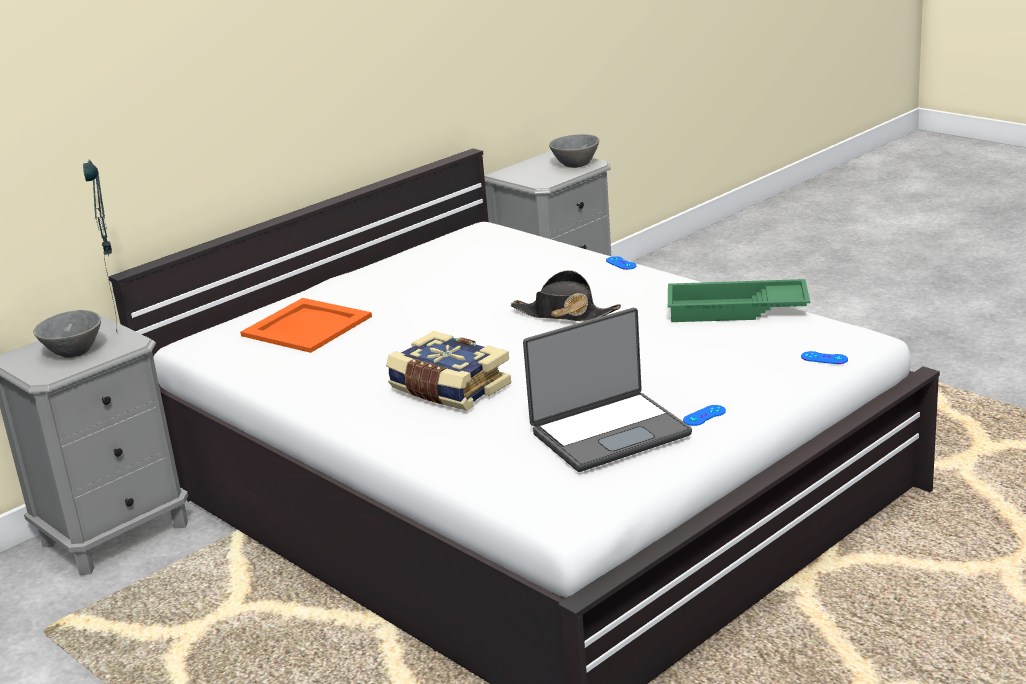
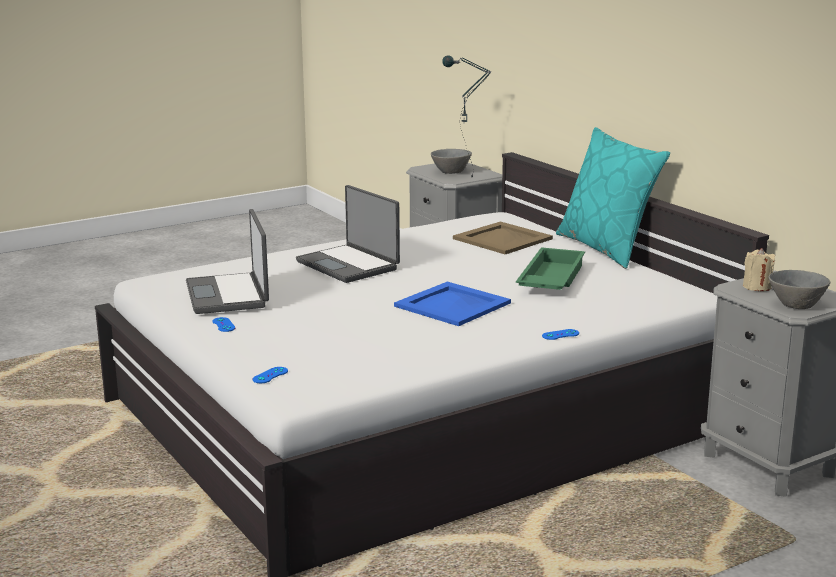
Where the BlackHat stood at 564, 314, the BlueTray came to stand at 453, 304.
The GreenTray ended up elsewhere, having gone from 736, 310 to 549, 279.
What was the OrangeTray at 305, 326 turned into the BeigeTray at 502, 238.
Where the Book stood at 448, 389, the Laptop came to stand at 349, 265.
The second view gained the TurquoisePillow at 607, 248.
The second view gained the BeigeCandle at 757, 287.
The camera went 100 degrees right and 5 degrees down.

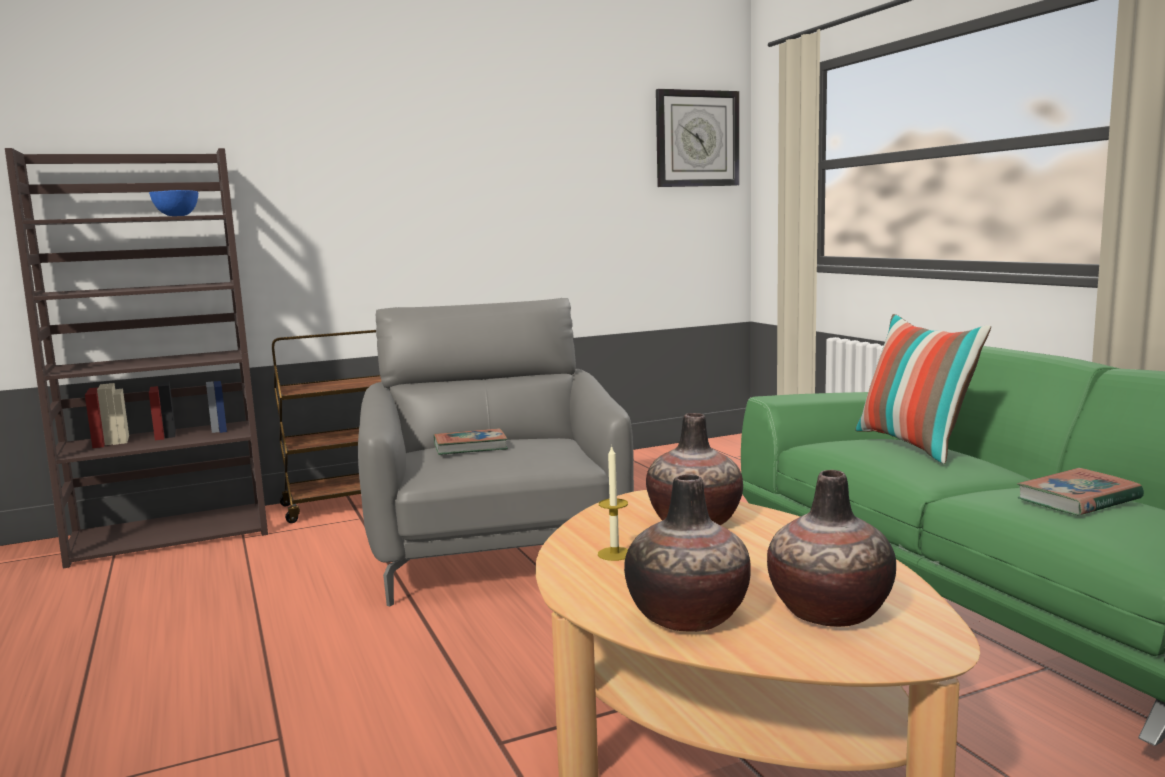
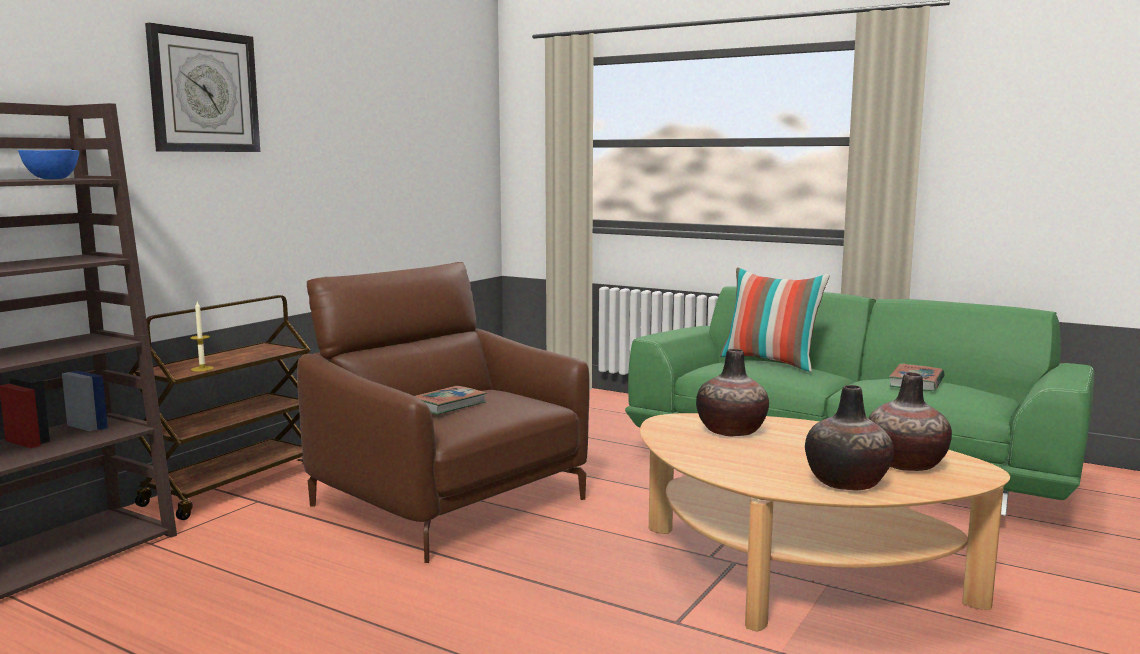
The WallClock ended up elsewhere, having gone from 697, 139 to 204, 91.
What was the GreyArmchair at 498, 552 turned into the BrownArmchair at 449, 502.
The Candle ended up elsewhere, having gone from 614, 554 to 202, 369.
The camera went 35 degrees left and 0 degrees up.

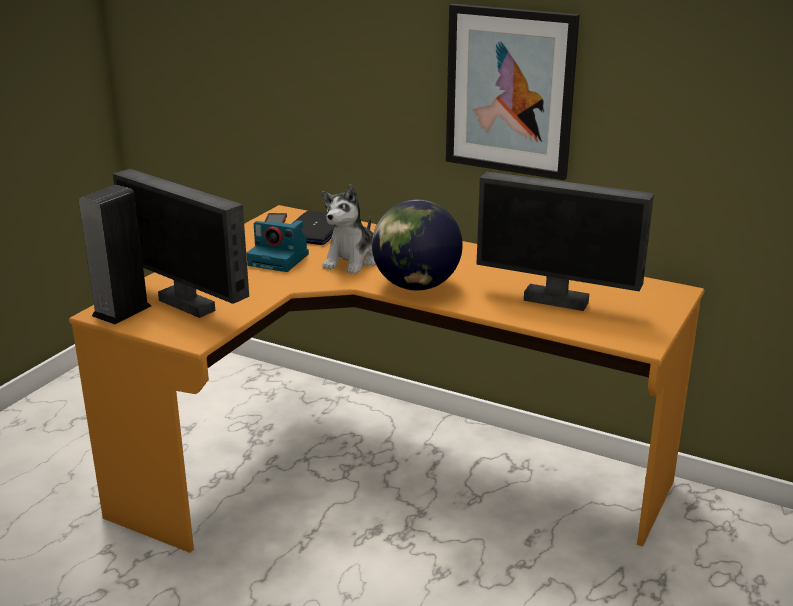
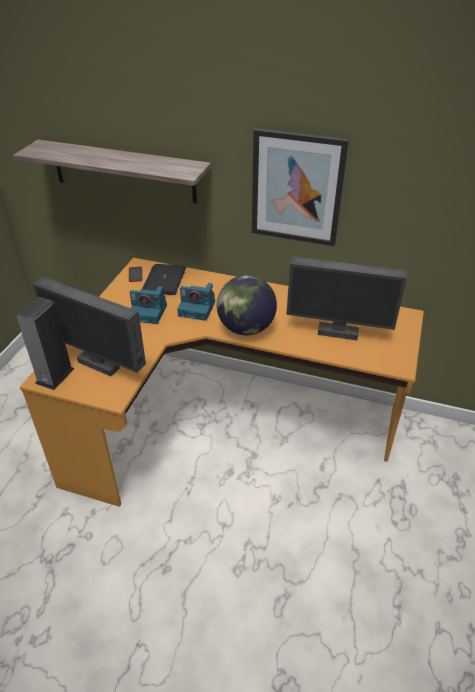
Where the PlushToy stood at 352, 261, the PhotoCamera came to stand at 198, 308.
The second view gained the Shelf at 123, 171.
The camera went 10 degrees left and 15 degrees up.

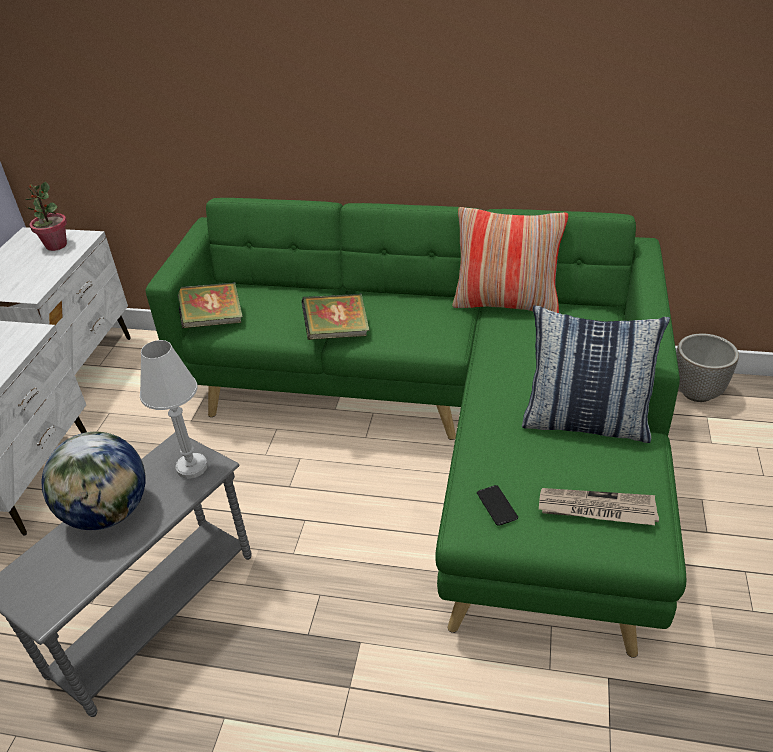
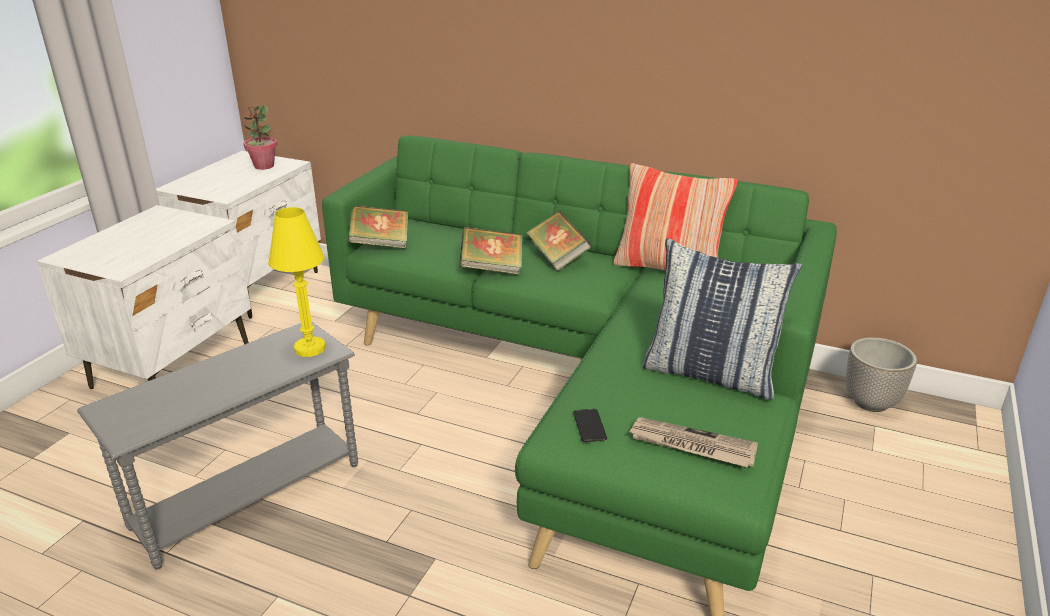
What was the WhiteTableLamp at 192, 467 turned into the YellowTableLamp at 310, 348.
The second view lost the Globe at 109, 512.
The second view gained the Book at 557, 258.
The camera went 10 degrees right and 10 degrees down.

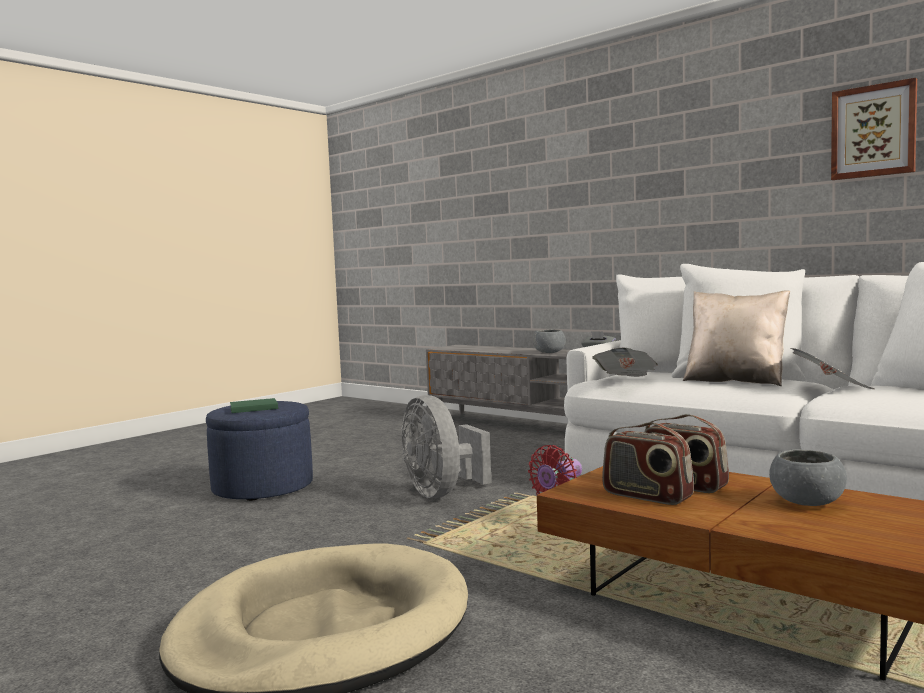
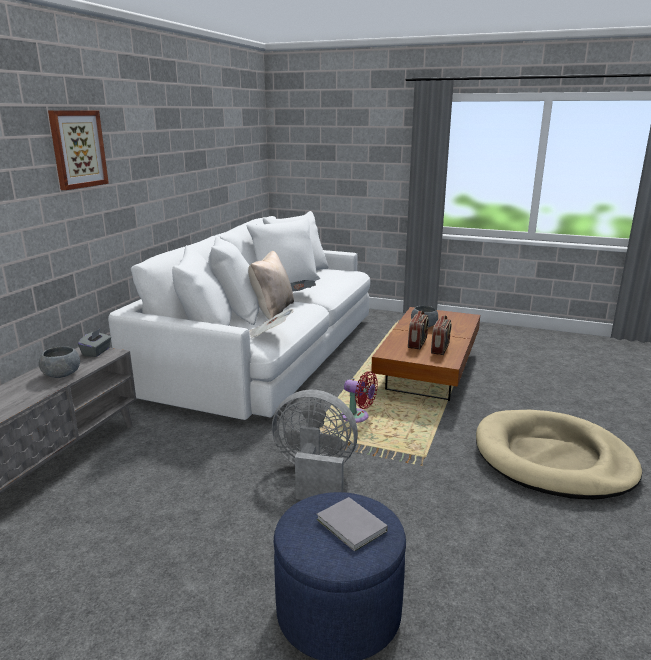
The Picture ended up elsewhere, having gone from 873, 131 to 77, 149.
The GreyFan at 442, 493 ended up facing another way, 120 degrees counterclockwise from before.
What was the GreenBook at 252, 408 turned into the GreyBook at 351, 527.
The camera went 110 degrees left and 15 degrees up.

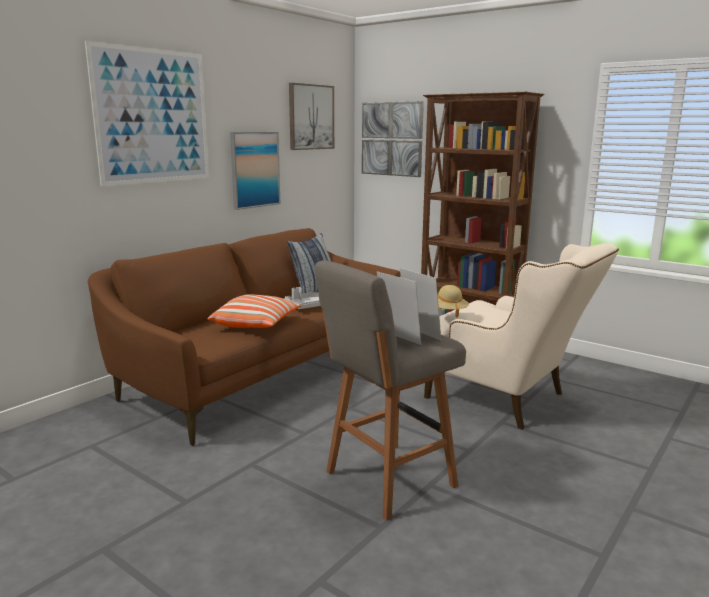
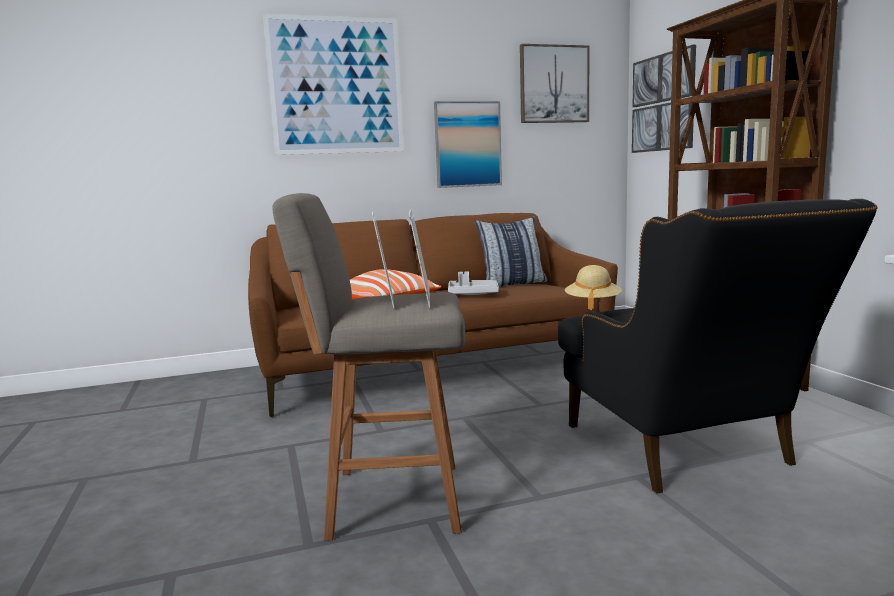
What was the BeigeArmchair at 508, 400 turned into the BlackArmchair at 687, 453.
The camera went 35 degrees right and 5 degrees down.

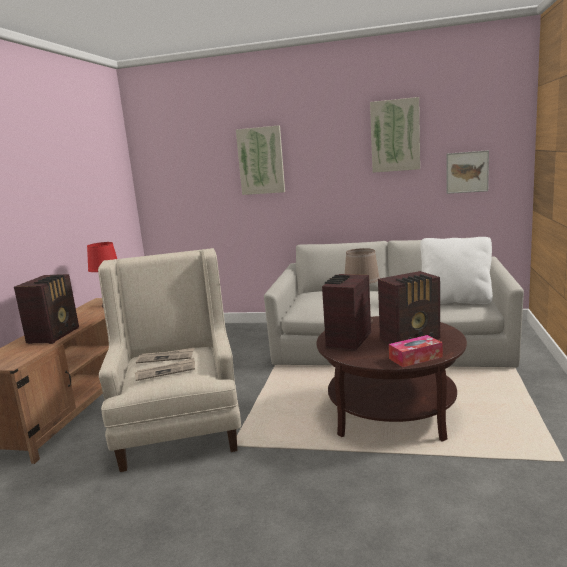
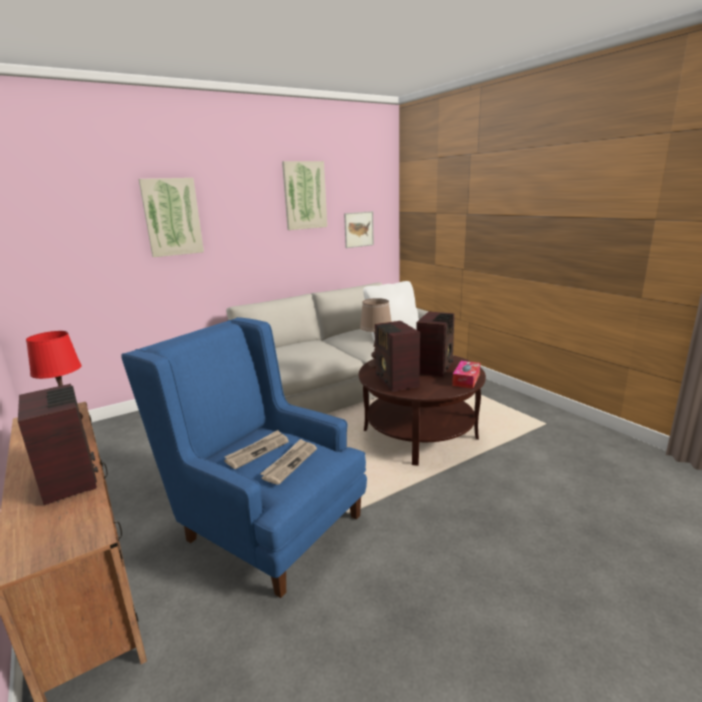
What was the BeigeArmchair at 179, 424 turned into the BlueArmchair at 264, 522.
The camera went 45 degrees left and 5 degrees up.

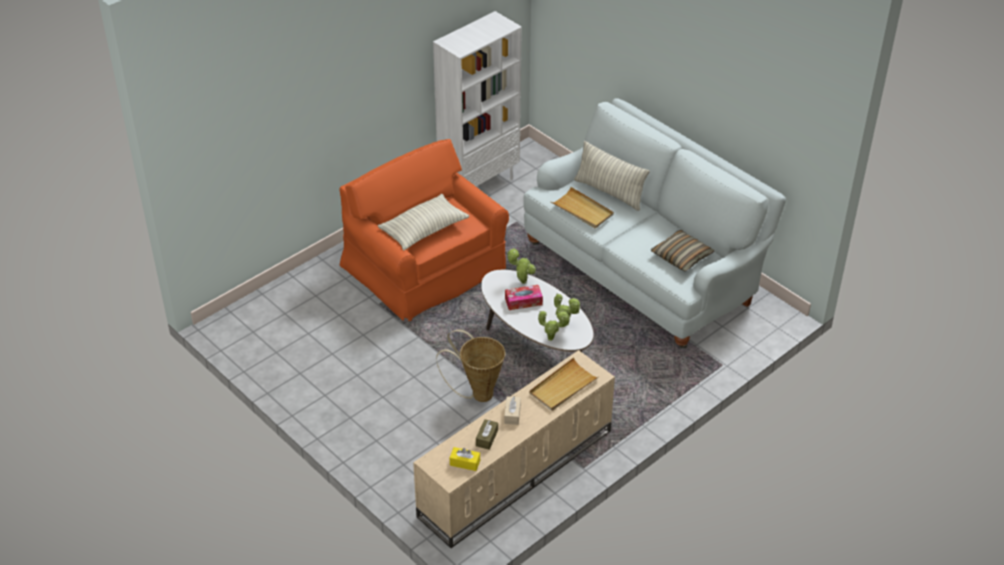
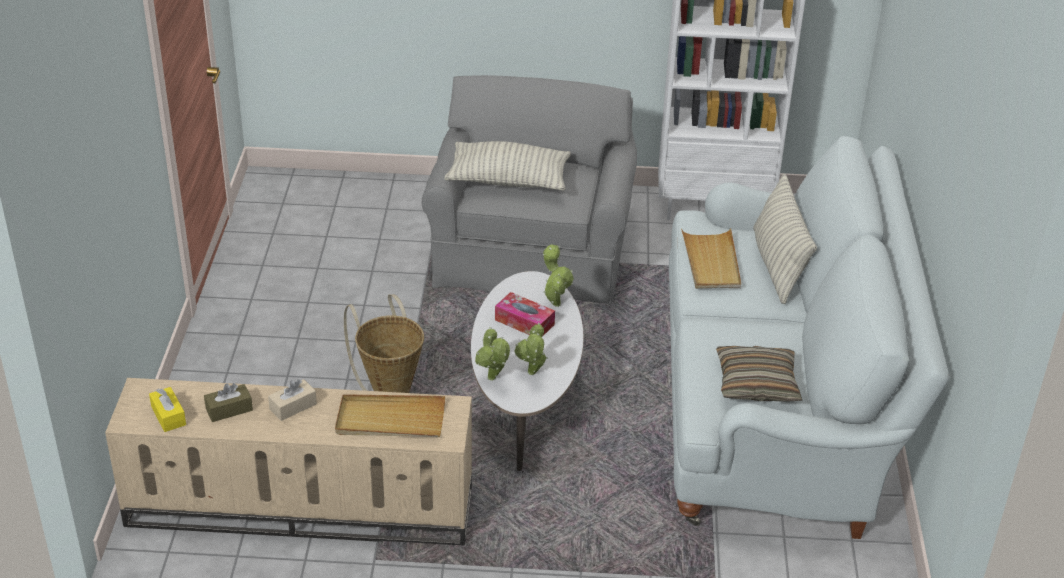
What was the OrangeArmchair at 425, 267 turned into the GreyArmchair at 531, 249.
The camera went 45 degrees right and 5 degrees down.

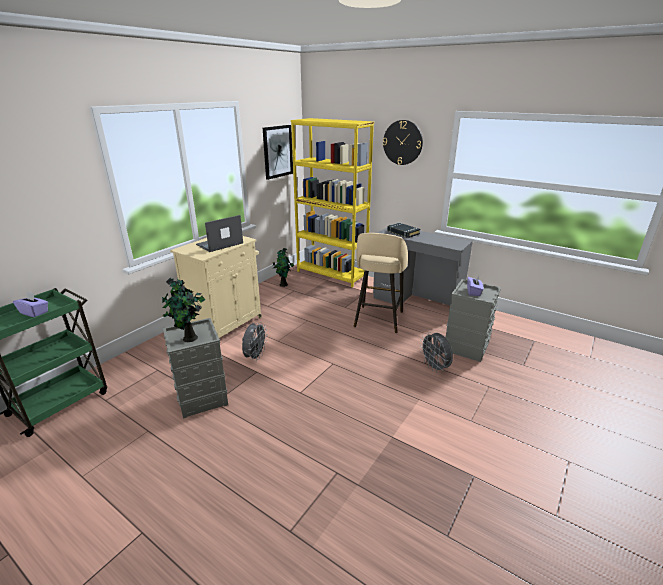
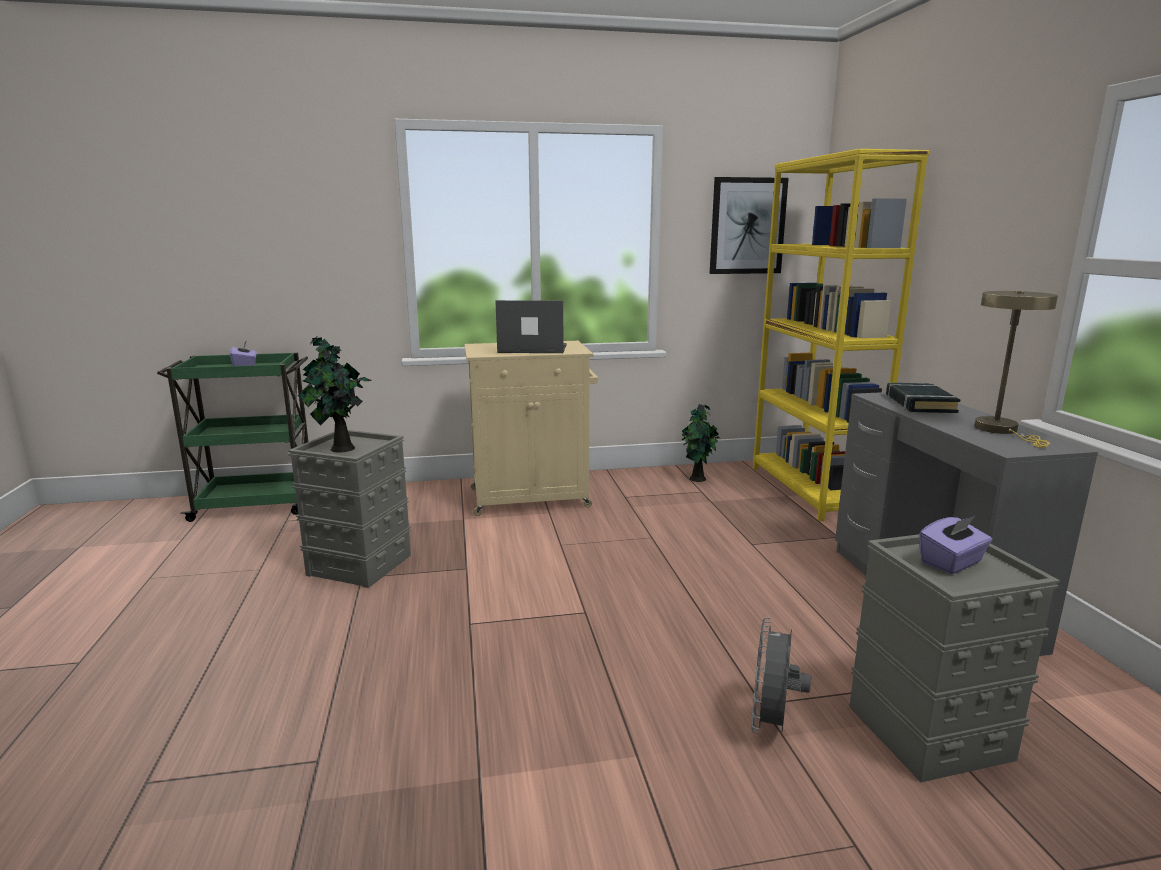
The second view lost the WallClock at 402, 142.
The second view lost the BeigeStool at 378, 320.
The second view lost the GreyFan at 255, 356.
The second view gained the BeigeTableLamp at 1001, 430.
The camera went 45 degrees right and 10 degrees down.

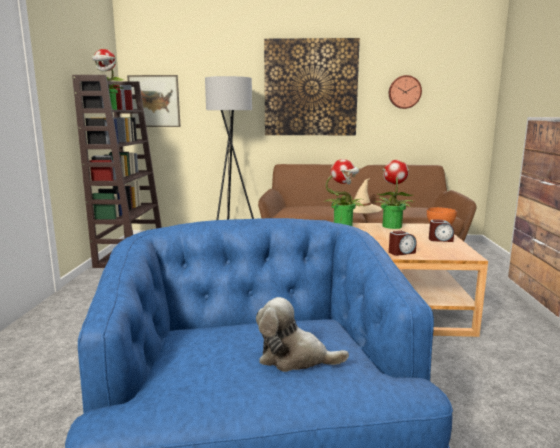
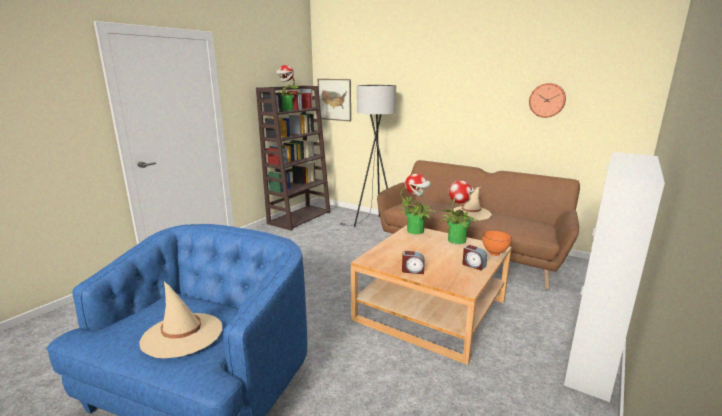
The second view lost the Picture at 310, 88.
Where the PlushToy stood at 294, 358, the BeigeHat came to stand at 182, 335.
The camera went 30 degrees right and 5 degrees up.

